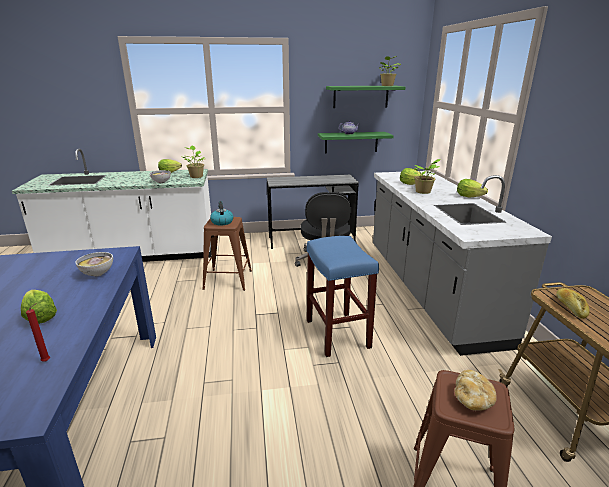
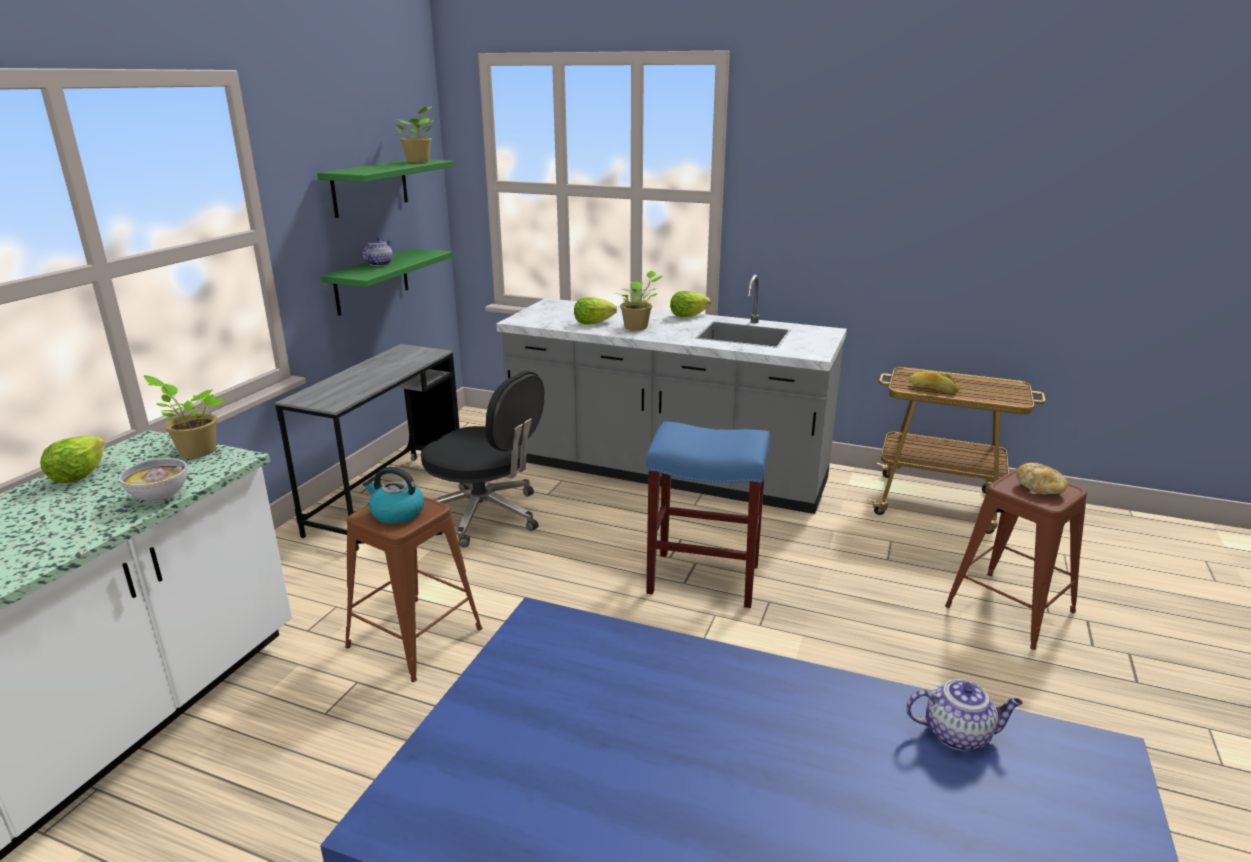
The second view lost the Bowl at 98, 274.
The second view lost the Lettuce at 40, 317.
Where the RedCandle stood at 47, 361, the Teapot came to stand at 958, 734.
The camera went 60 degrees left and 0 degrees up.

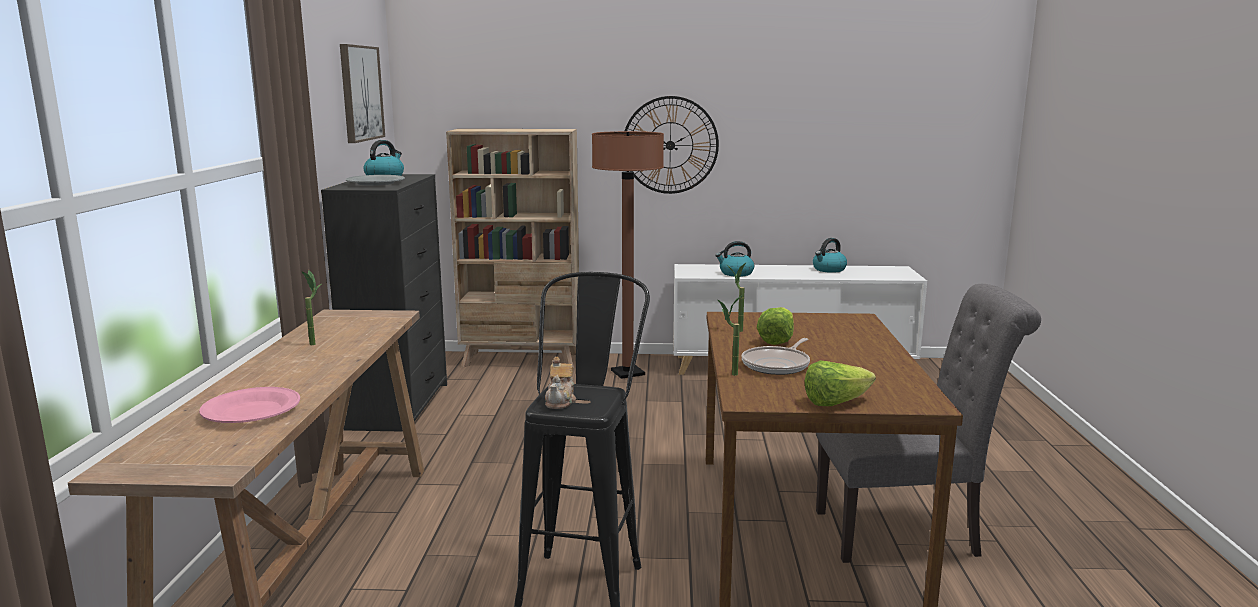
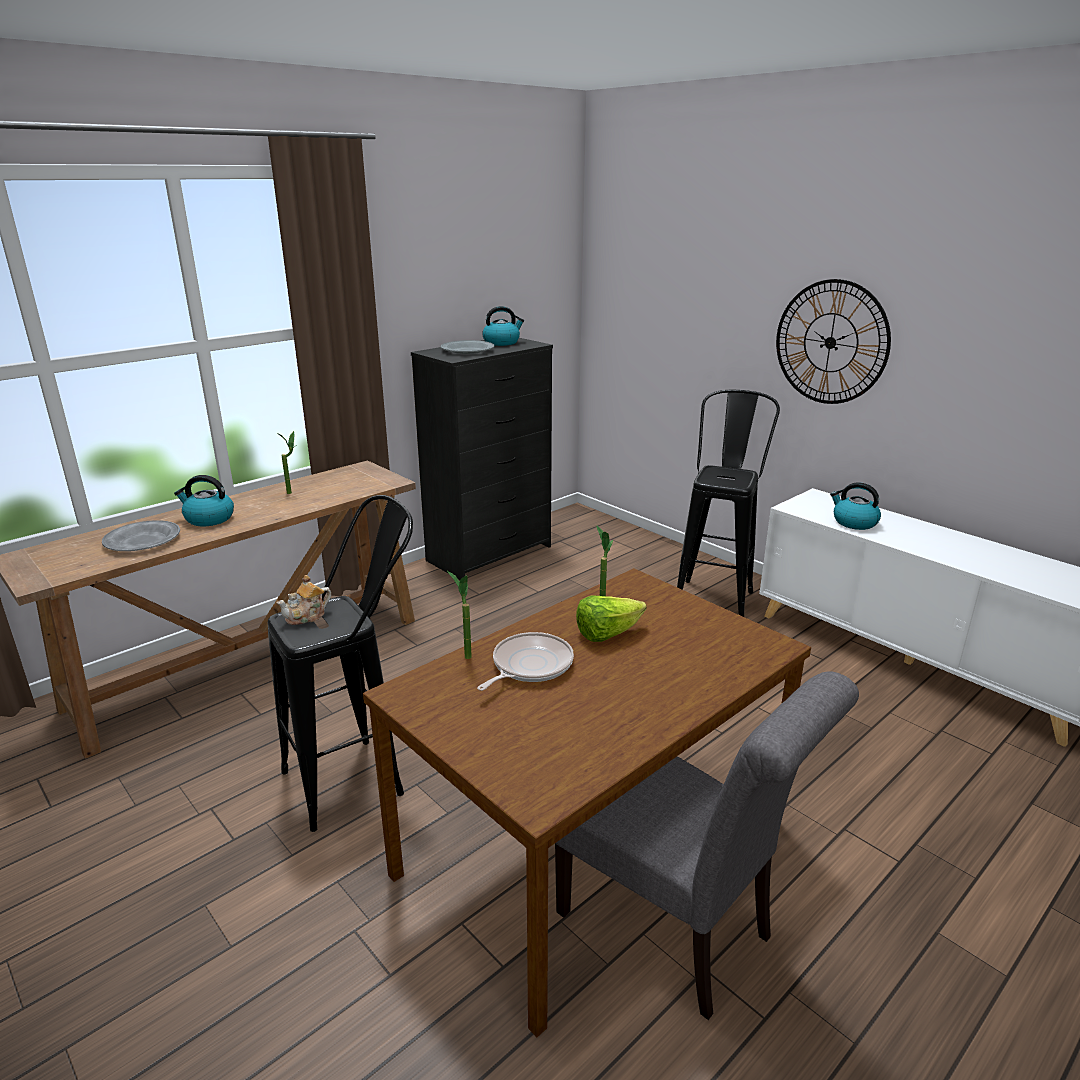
The second view lost the Picture at 360, 93.
The second view lost the BeigeBookcase at 521, 360.
Where the BrownFloorLamp stood at 627, 373, the BlackStool came to stand at 716, 594.
The Kettle ended up elsewhere, having gone from 828, 269 to 208, 519.
The FryingPan at 777, 365 ended up facing another way, 135 degrees clockwise from before.
The second view lost the Lettuce at 835, 403.
What was the PinkPlate at 252, 411 turned into the GreyPlate at 143, 540.
The camera went 45 degrees right and 10 degrees up.

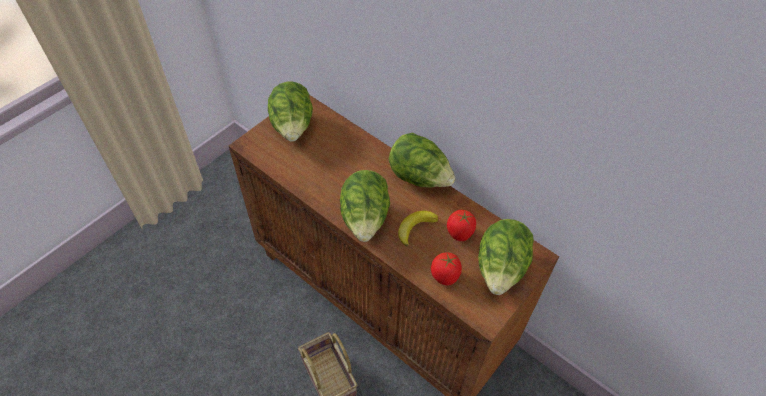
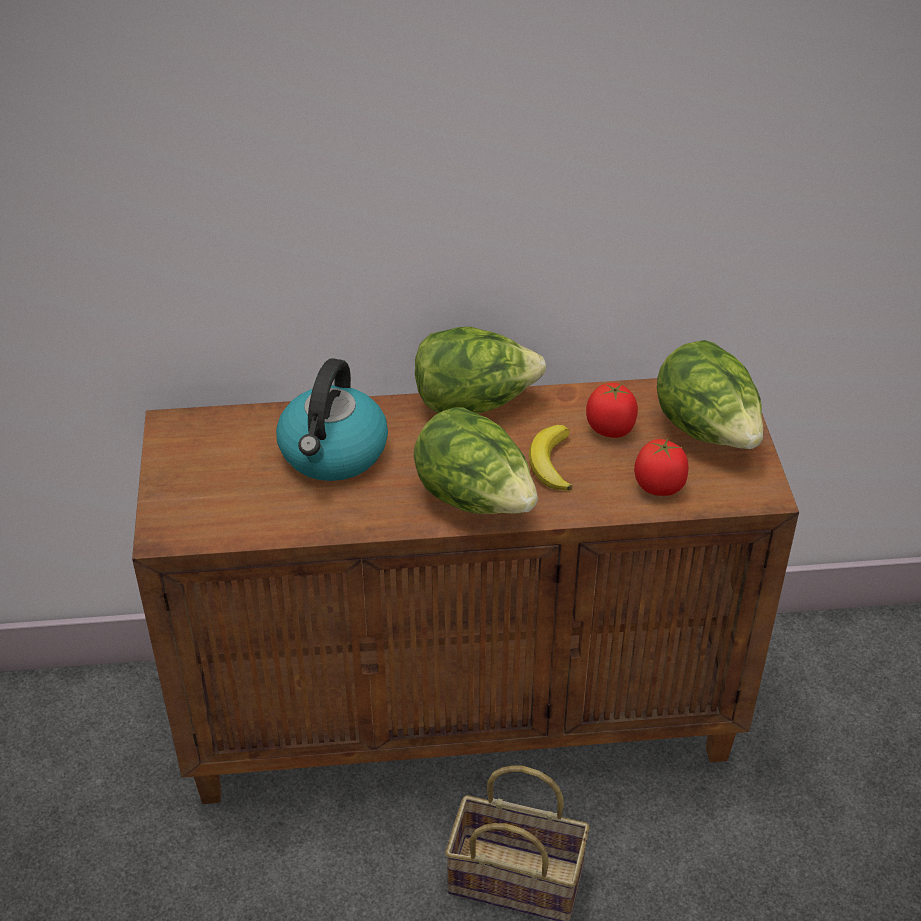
The second view lost the Lettuce at 293, 127.
The second view gained the Kettle at 333, 453.
The camera went 45 degrees left and 10 degrees down.

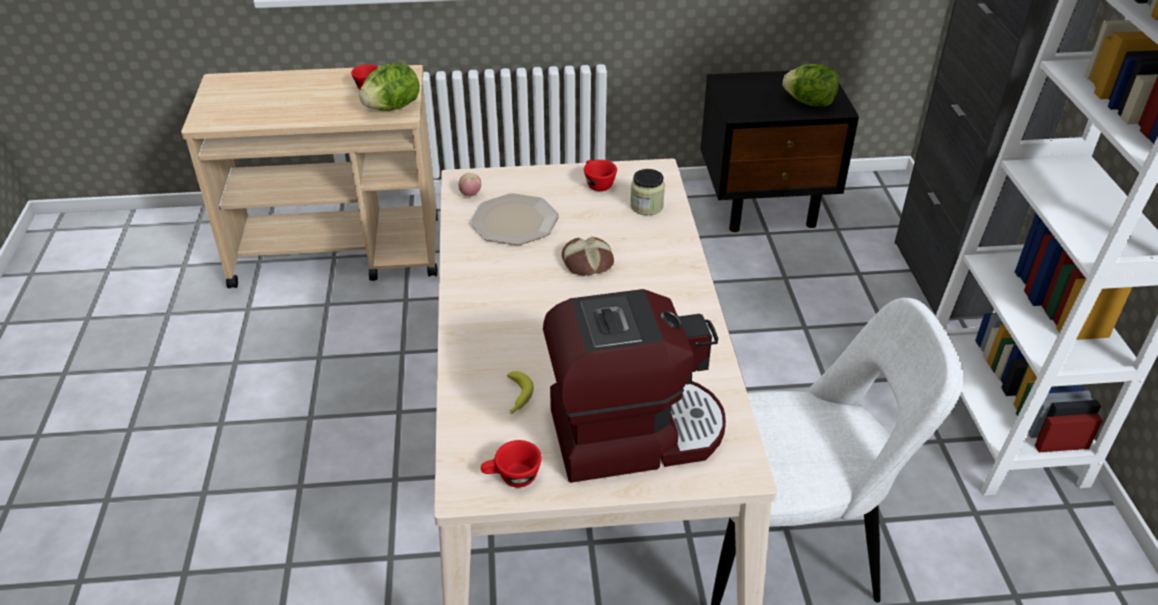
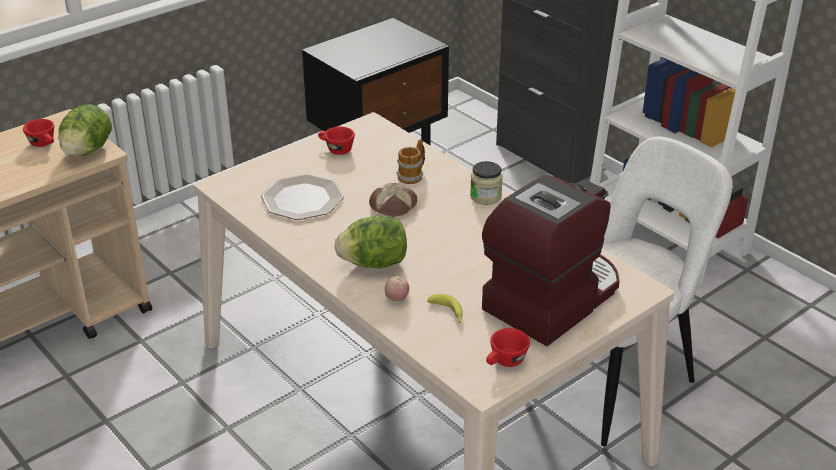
The Lettuce ended up elsewhere, having gone from 809, 103 to 374, 263.
The Jar ended up elsewhere, having gone from 646, 206 to 485, 196.
The Apple ended up elsewhere, having gone from 470, 194 to 397, 299.
The second view gained the Mug at 413, 175.
The camera went 35 degrees left and 5 degrees down.

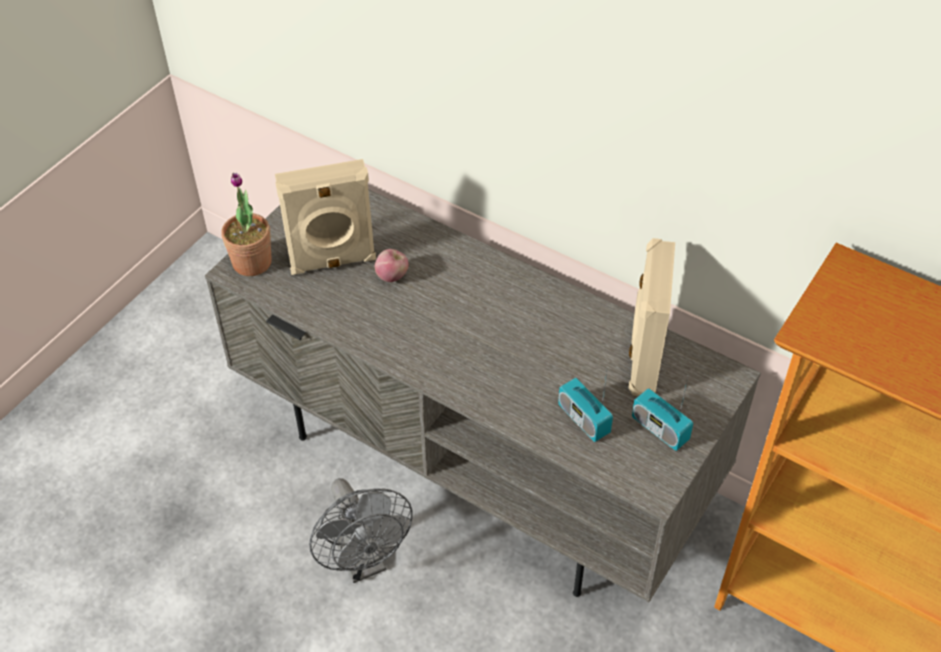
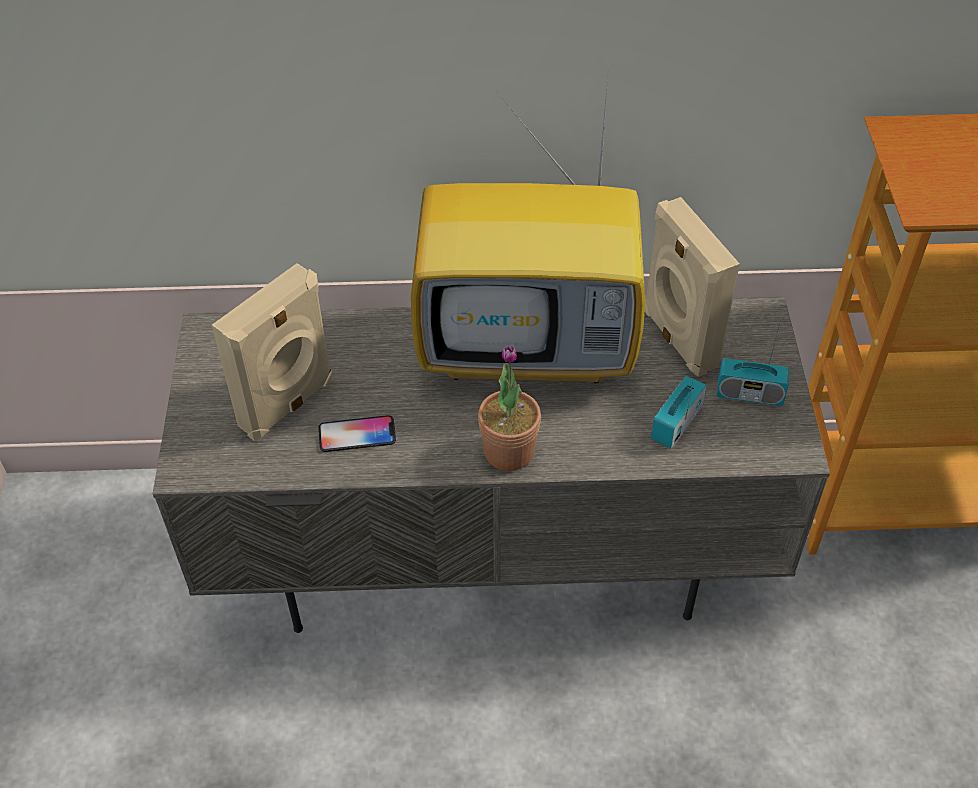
The PottedPlant ended up elsewhere, having gone from 252, 262 to 509, 451.
The second view lost the Apple at 392, 276.
The Radio at 583, 419 ended up facing another way, 105 degrees clockwise from before.
The second view lost the GreyFan at 364, 561.
The second view gained the Television at 531, 346.
The second view gained the Phone at 357, 435.
The camera went 35 degrees left and 0 degrees up.

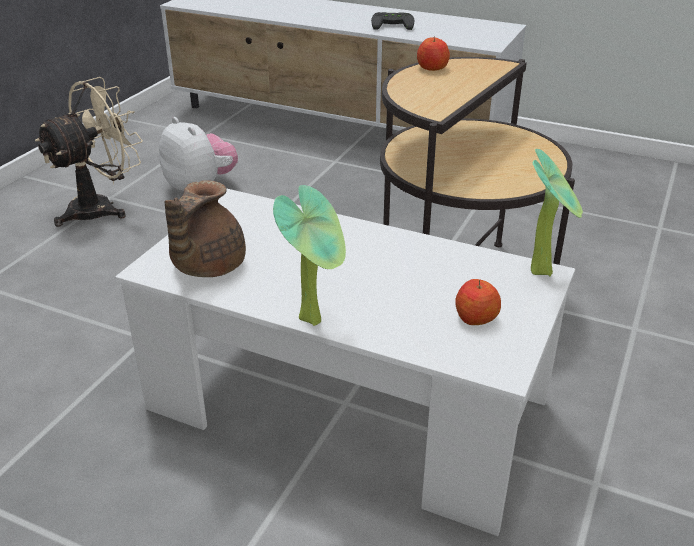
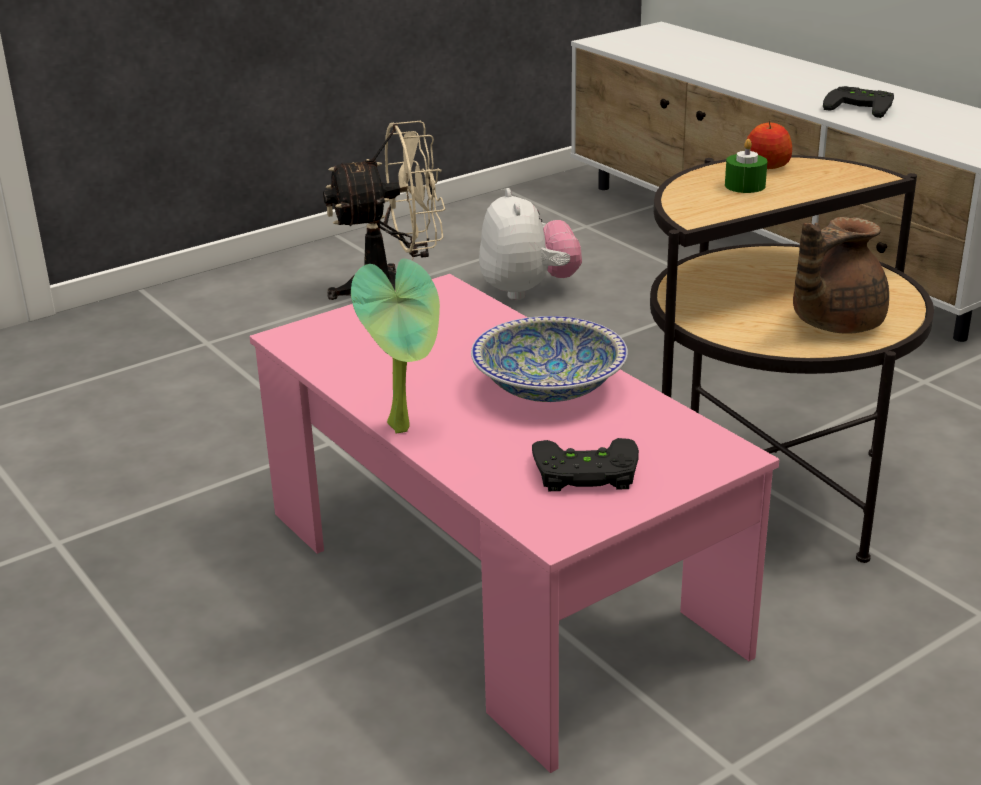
The second view lost the PottedPlant at 544, 270.
The BrownTeapot ended up elsewhere, having gone from 206, 266 to 833, 323.
What was the WhiteCoffeeTable at 346, 405 turned into the PinkCoffeeTable at 495, 580.
Where the Apple stood at 475, 317, the BlackGameController came to stand at 585, 474.
The second view gained the GreenCandle at 745, 185.
The second view gained the Bowl at 549, 387.
The camera went 30 degrees right and 5 degrees down.

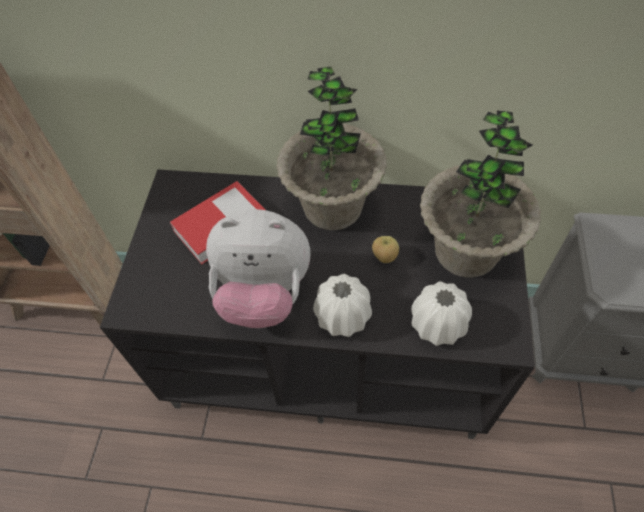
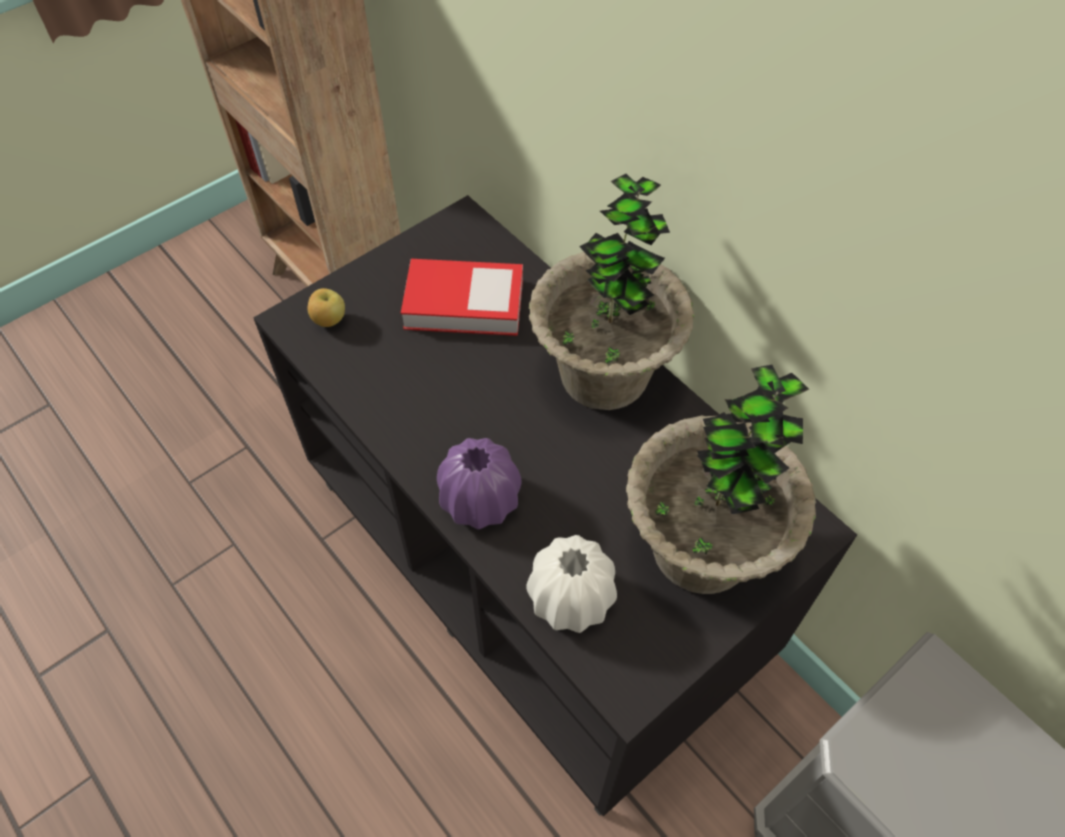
The second view lost the PlushToy at 263, 294.
The Apple ended up elsewhere, having gone from 384, 257 to 329, 320.
What was the WhiteVase at 342, 317 turned into the PurpleVase at 480, 500.
The camera went 40 degrees right and 0 degrees up.

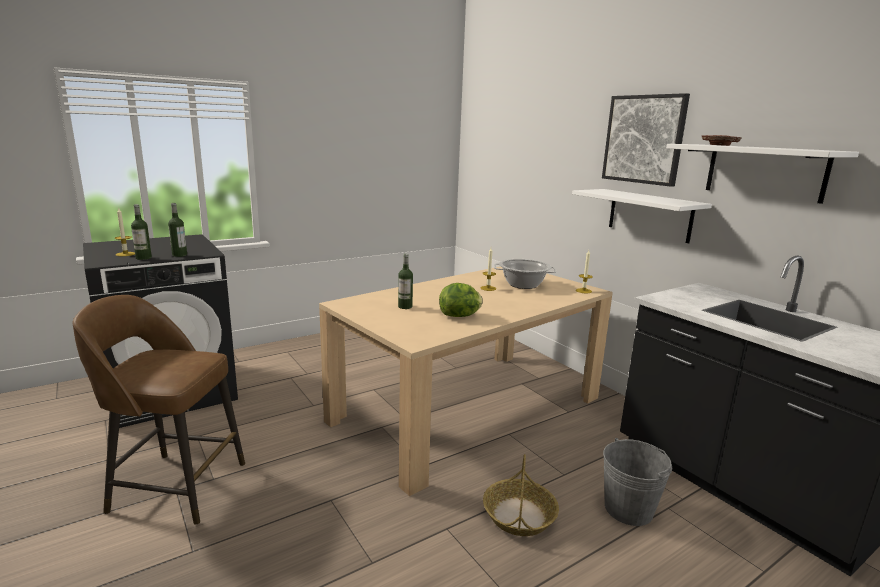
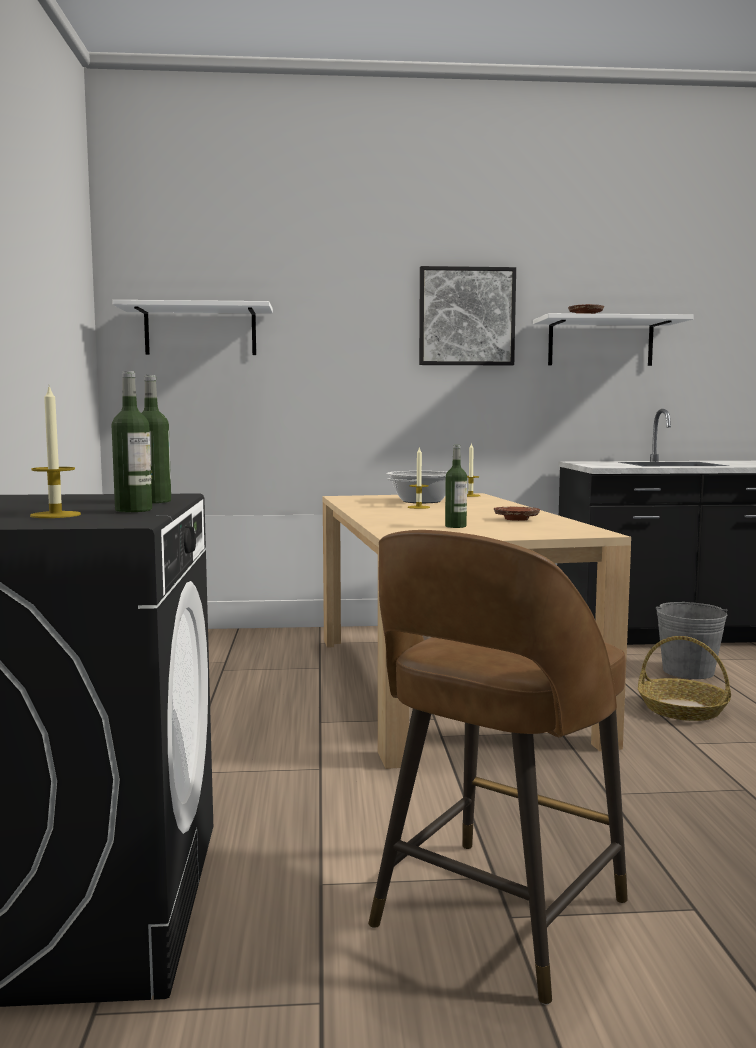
The WhiteShelf ended up elsewhere, having gone from 649, 215 to 200, 331.
Where the Lettuce stood at 460, 316, the BrownPlate came to stand at 516, 519.
The camera went 60 degrees left and 10 degrees down.

